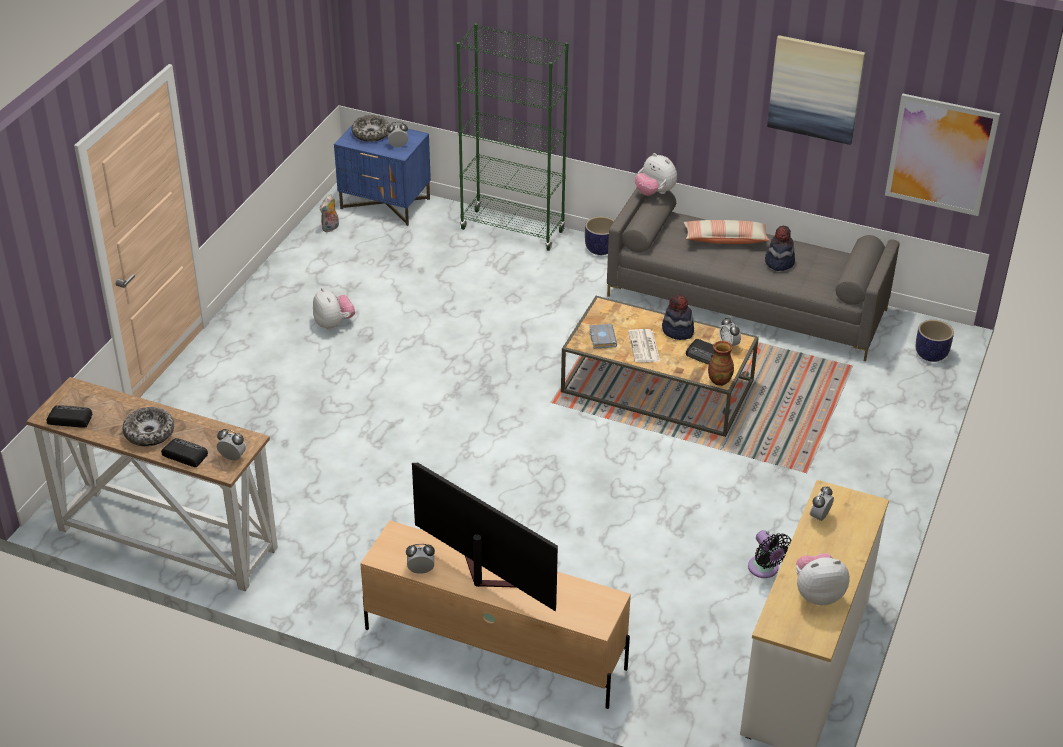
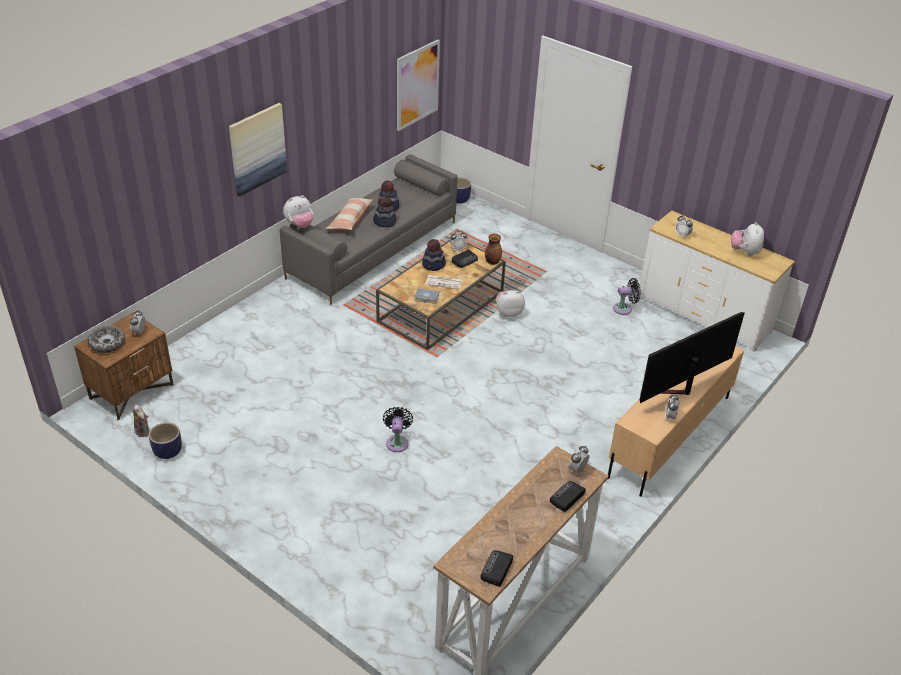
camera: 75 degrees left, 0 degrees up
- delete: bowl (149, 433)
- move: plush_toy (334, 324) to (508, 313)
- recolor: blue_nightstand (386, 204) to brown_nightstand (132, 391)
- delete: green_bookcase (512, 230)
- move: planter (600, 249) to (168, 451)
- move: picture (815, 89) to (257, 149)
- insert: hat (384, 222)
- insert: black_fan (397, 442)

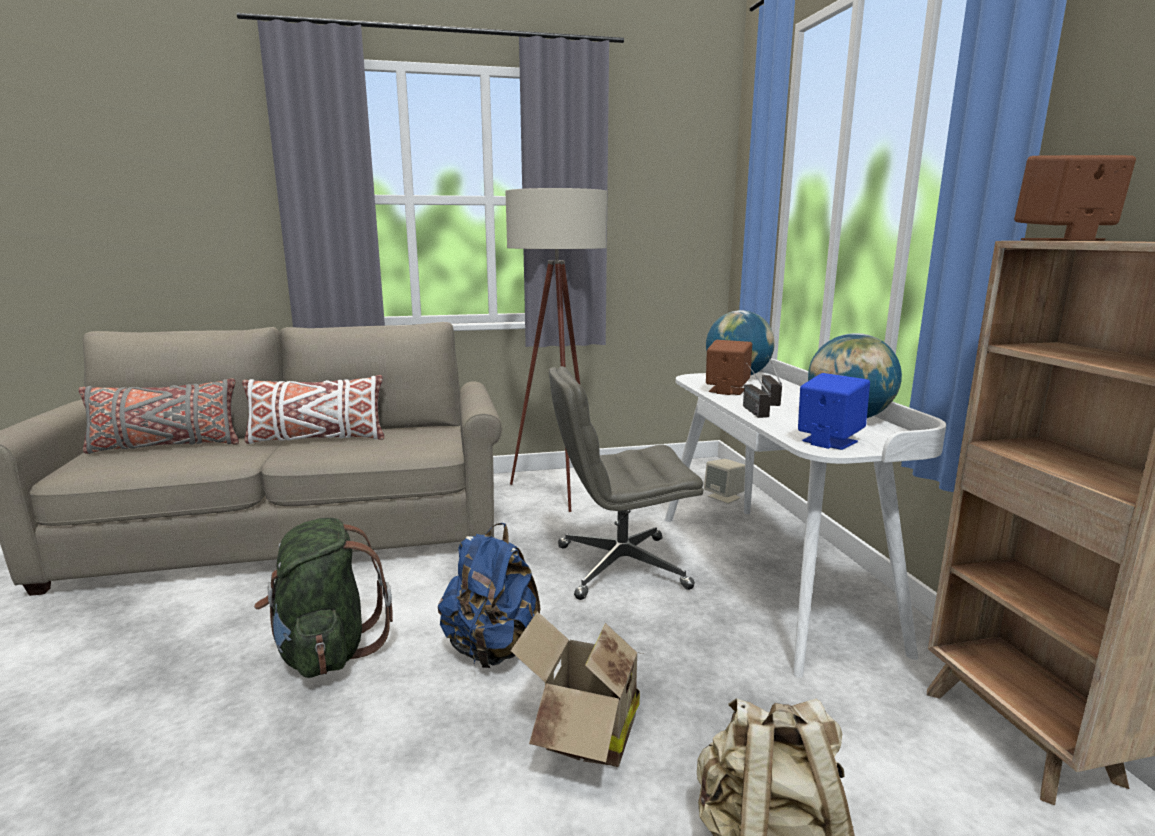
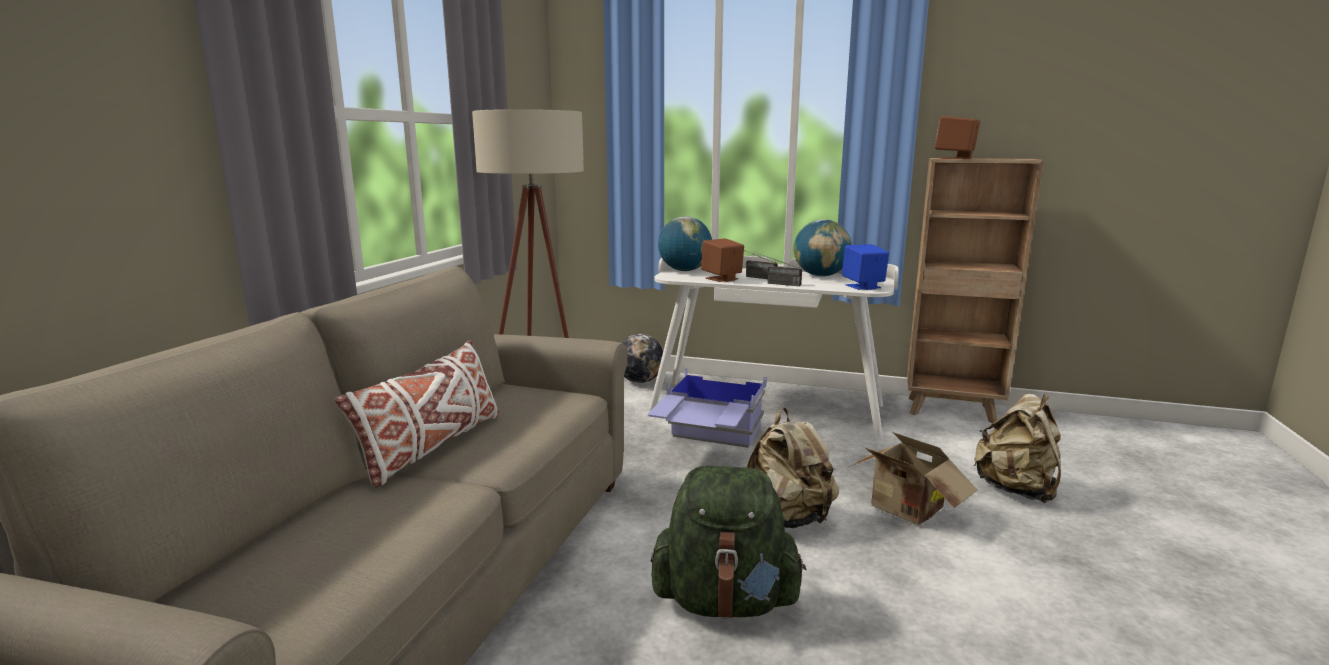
camera: 60 degrees left, 0 degrees up
- delete: grey_pillow (165, 446)
- recolor: blue_backpack (493, 650) to beige_backpack (785, 520)
- replace: grey_office_chair (619, 567) to blue_storage_box (707, 444)
- replace: beige_speaker (724, 497) to globe (640, 381)

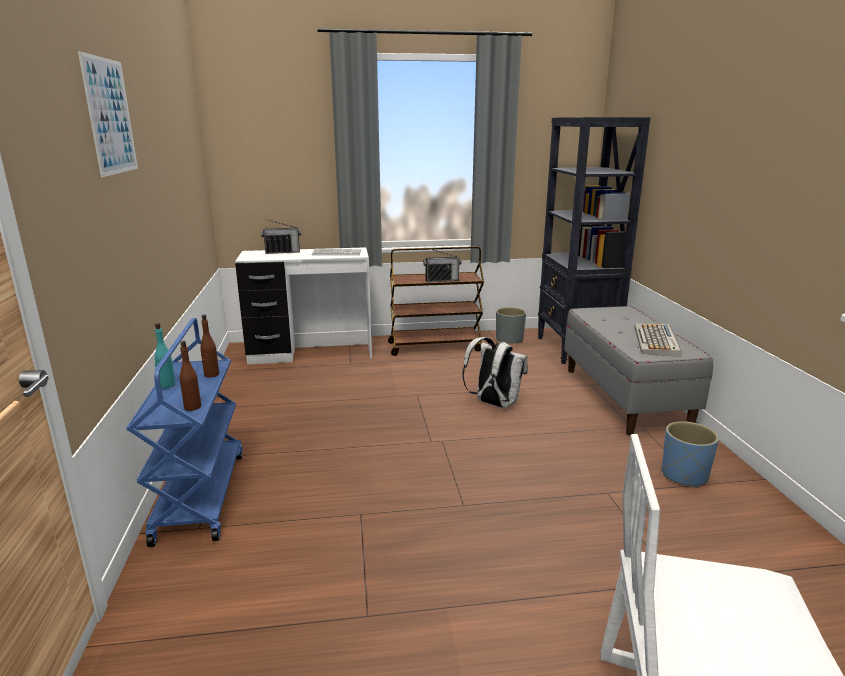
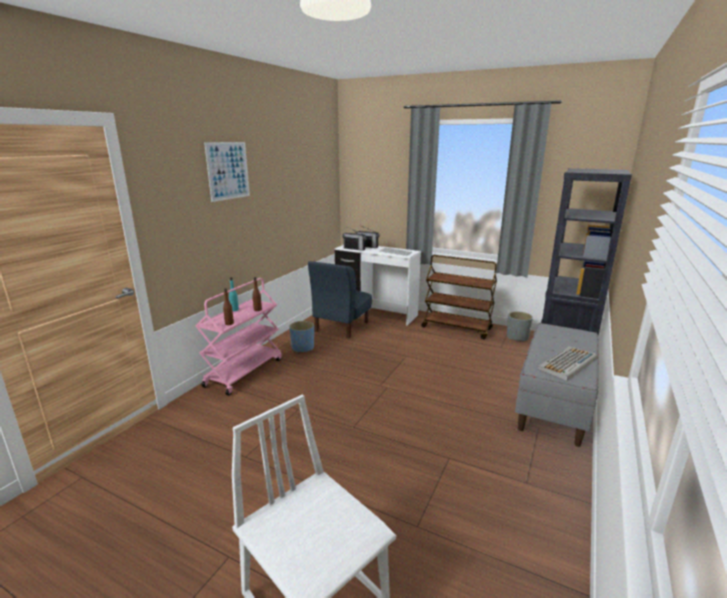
camera: 35 degrees right, 0 degrees up
- recolor: blue_cart (200, 495) to pink_cart (244, 372)
- move: radio (442, 280) to (354, 249)
- delete: white_backpack (494, 404)
- move: blue_planter (684, 476) to (302, 348)
- insert: blue_chair (341, 327)

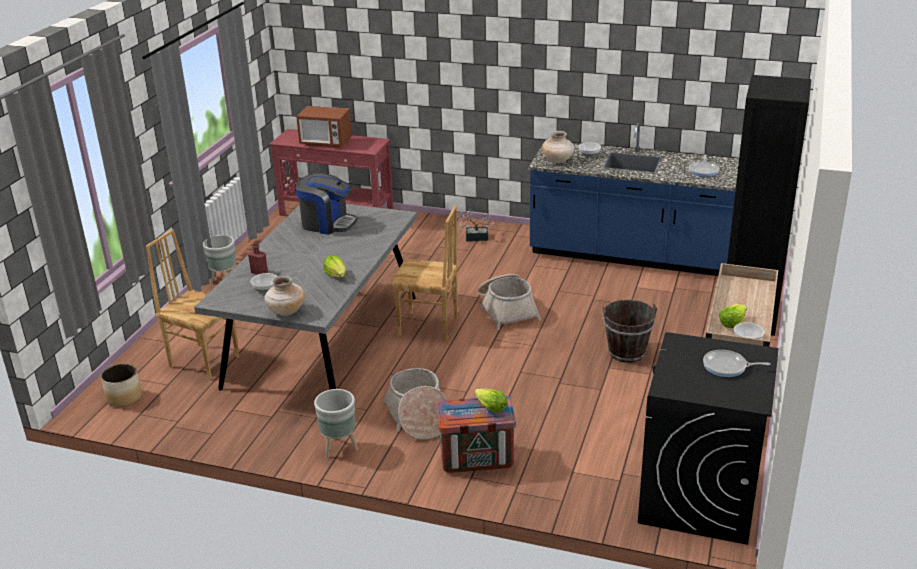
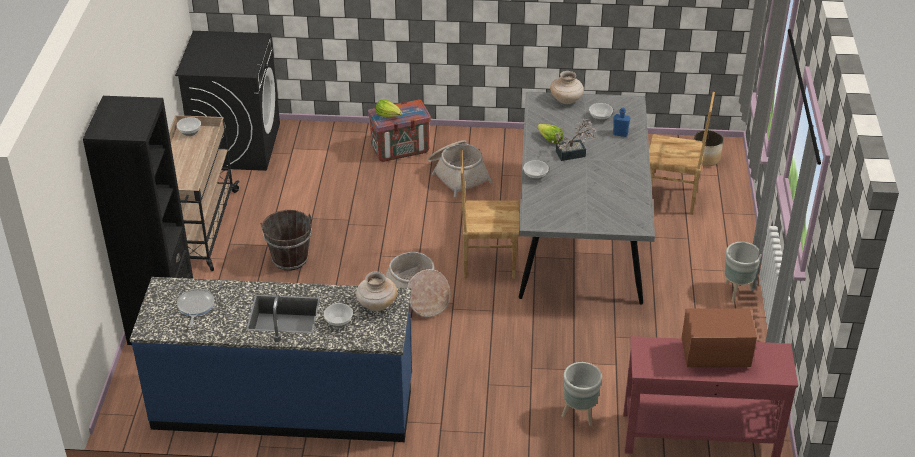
camera: 165 degrees right, 10 degrees up
- recolor: red_bottle (259, 272) to blue_bottle (620, 134)
- delete: coffee_machine (327, 223)
- move: grey_planter (339, 448) to (579, 415)
- move: potted_plant (473, 237) to (574, 153)
- delete: frying_pan (727, 367)
- delete: lettuce (732, 323)
- insert: bowl (535, 176)

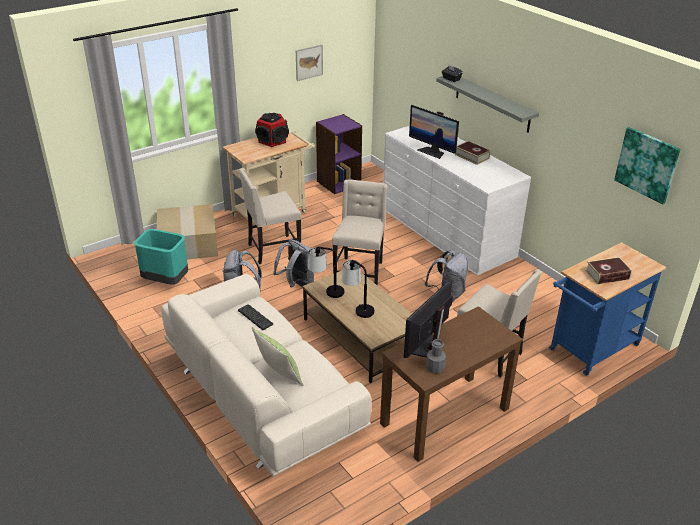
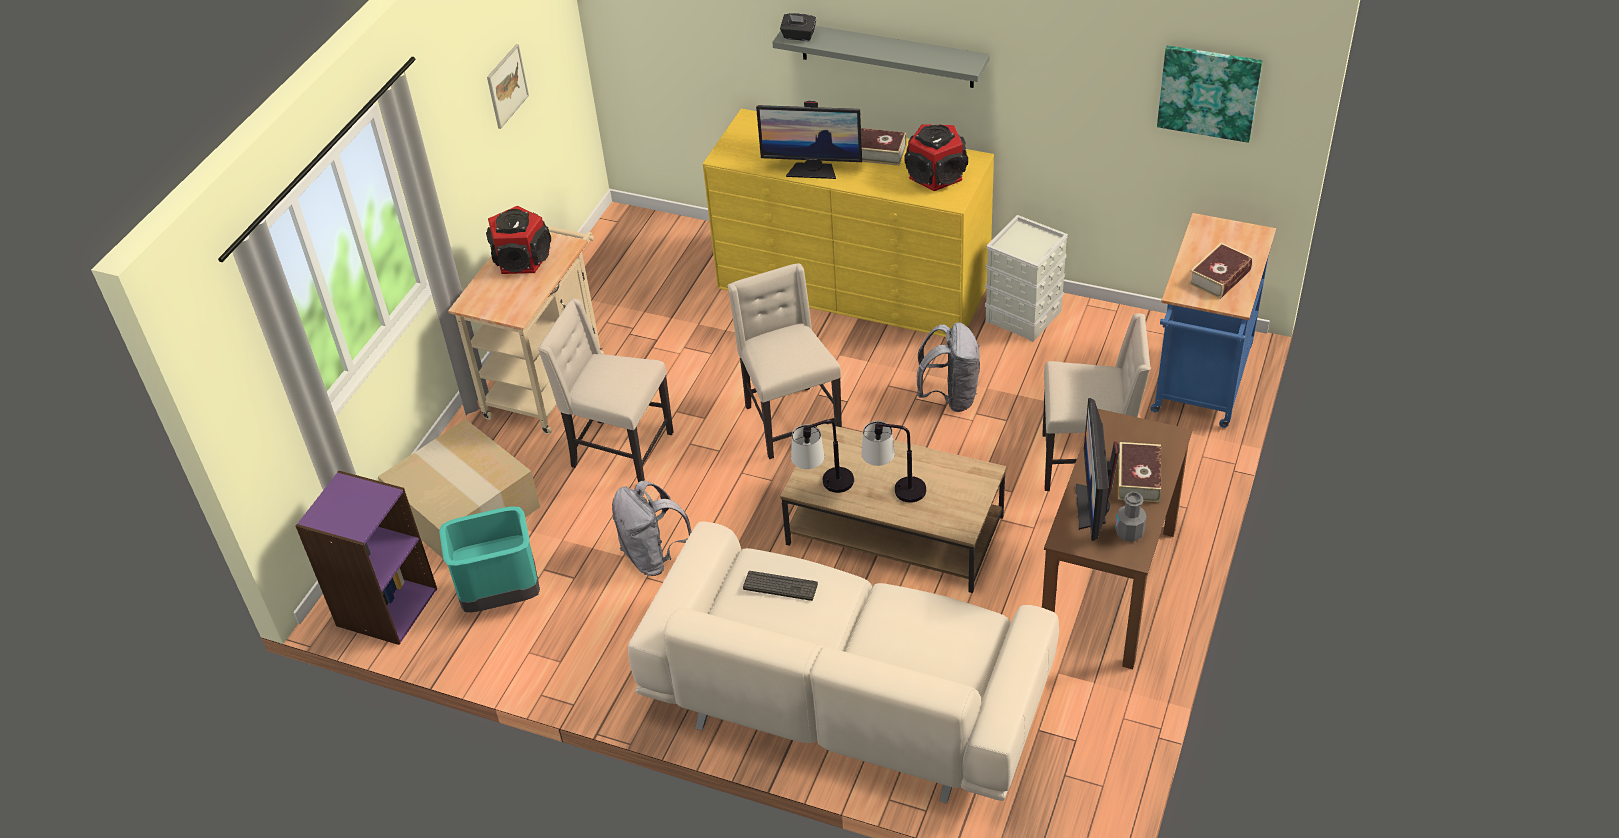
camera: 30 degrees left, 10 degrees up
- rotate: beige_chair (273, 250) = (619, 451) 75 degrees clockwise
- delete: pillow (279, 375)
- delete: grey_backpack (297, 284)
- move: purple_bookcase (338, 183) to (386, 606)
- recolor: white_dresser (446, 232) to yellow_dresser (853, 284)
- insert: speaker (937, 175)
- insert: grey_storage_box (1024, 316)
- insert: book (1139, 478)

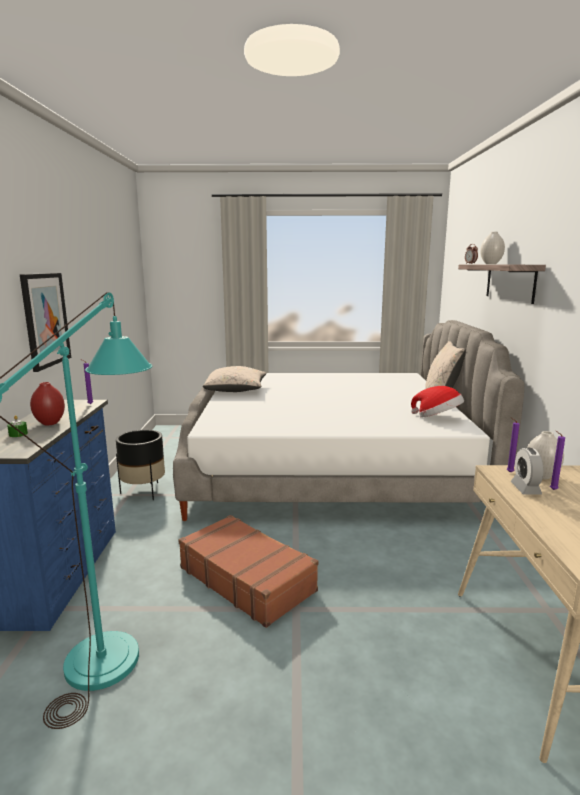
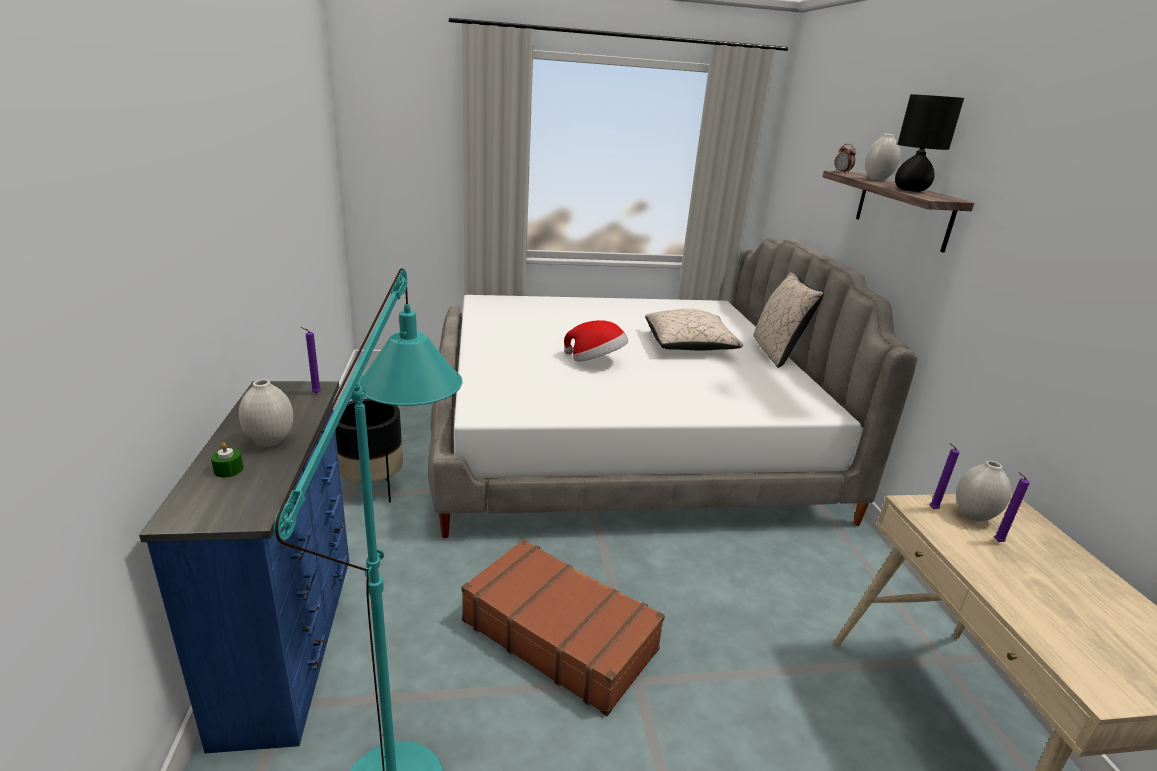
camera: 10 degrees left, 10 degrees up
- delete: picture (45, 320)
- recolor: red_vase (50, 423) to white_vase (271, 441)
- move: beige_pillow (236, 390) to (689, 345)
- move: hat (437, 418) to (596, 361)
- delete: alarm_clock (525, 489)
- insert: black_table_lamp (910, 190)

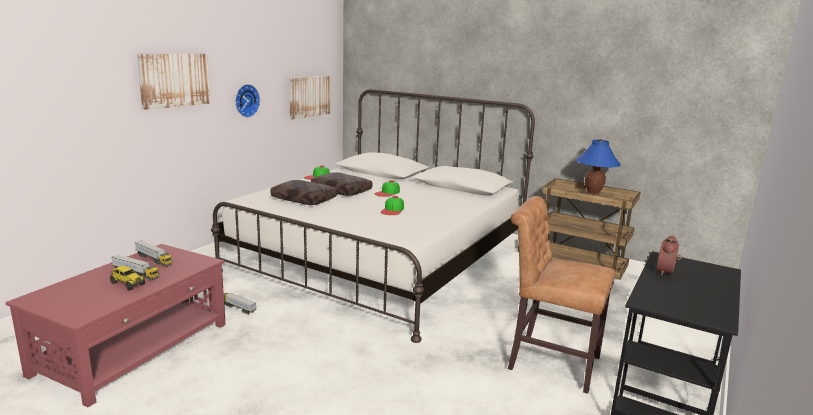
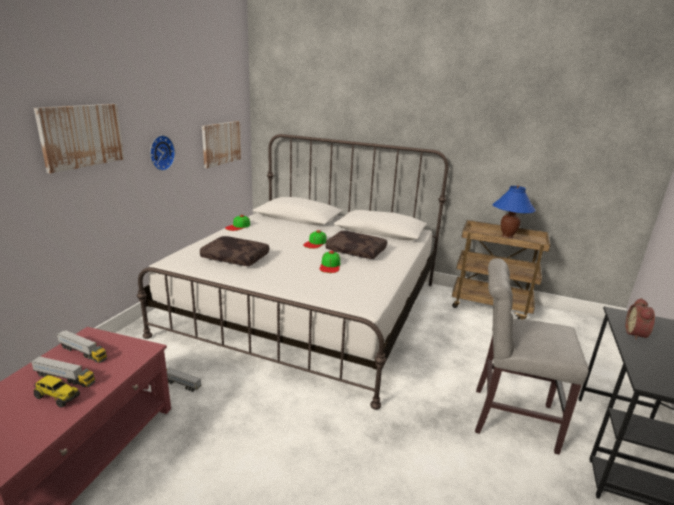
camera: 10 degrees left, 5 degrees up
- move: brown_pillow (342, 190) to (356, 251)
- recolor: brown_chair (548, 362) to grey_chair (508, 417)

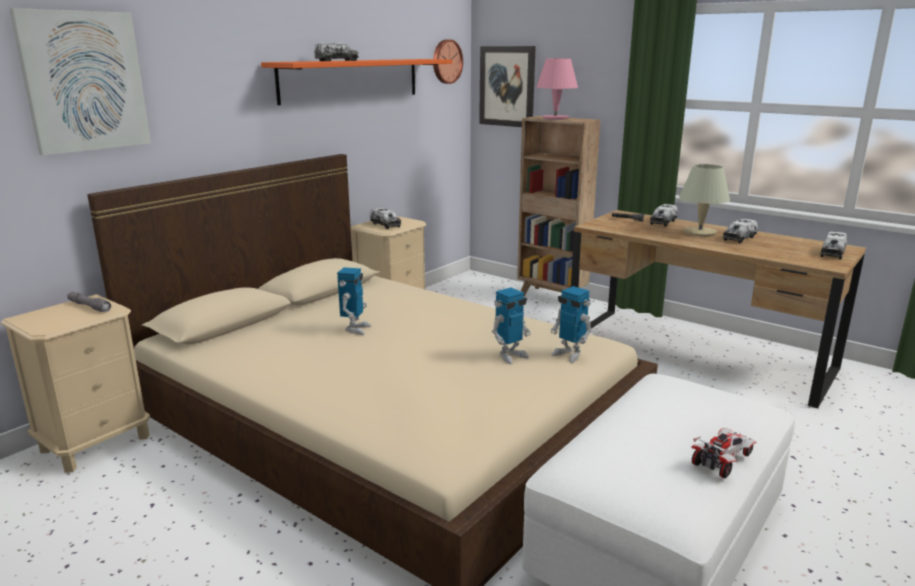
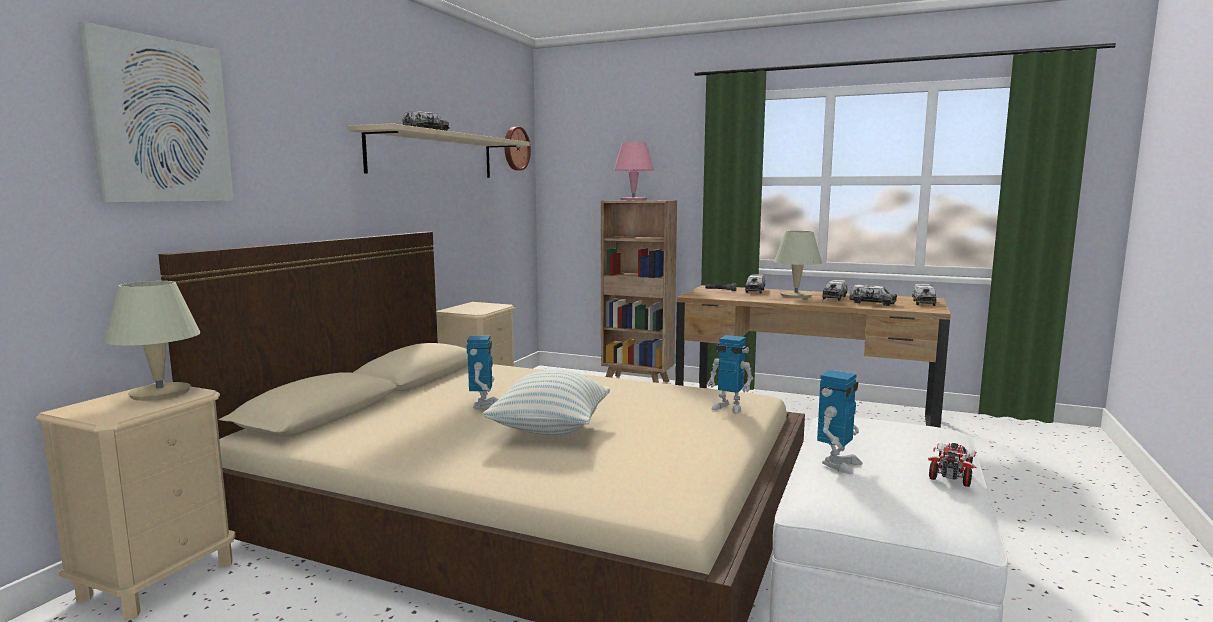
camera: 15 degrees left, 10 degrees down
- replace: grey_flashlight (89, 306) to beige_table_lamp (160, 393)
- recolor: orange_shelf (351, 80) to beige_shelf (433, 155)
- move: toy_truck (385, 225) to (872, 303)
- delete: picture (507, 86)
- move: toy_robot (510, 356) to (838, 464)
- insert: pillow (550, 430)

